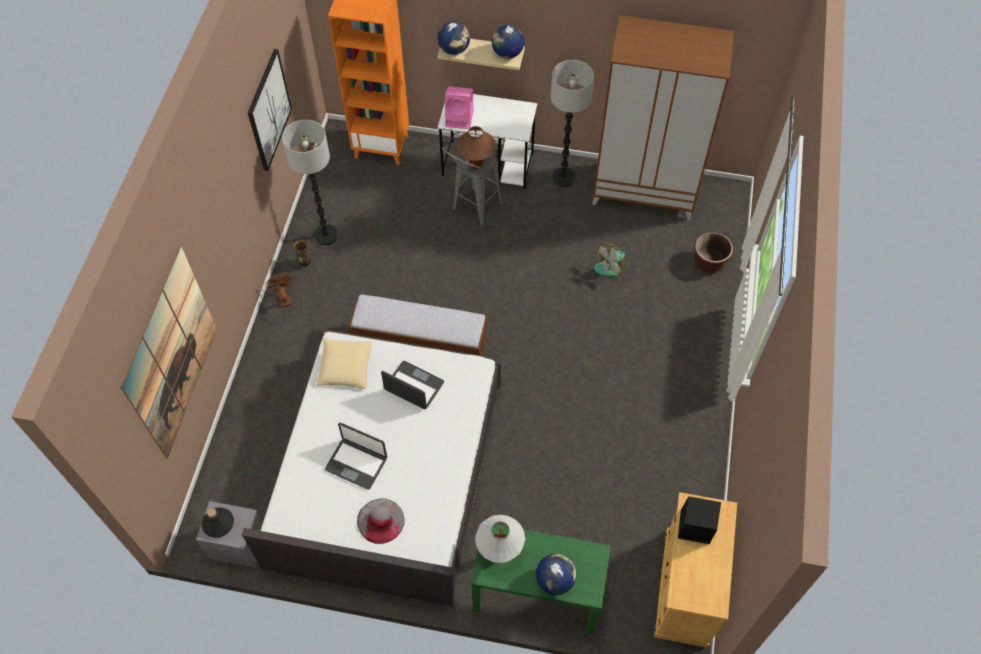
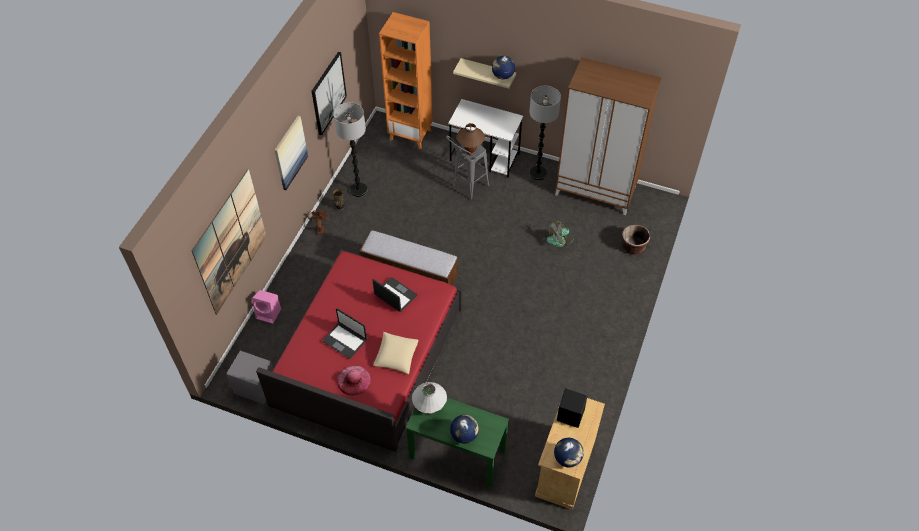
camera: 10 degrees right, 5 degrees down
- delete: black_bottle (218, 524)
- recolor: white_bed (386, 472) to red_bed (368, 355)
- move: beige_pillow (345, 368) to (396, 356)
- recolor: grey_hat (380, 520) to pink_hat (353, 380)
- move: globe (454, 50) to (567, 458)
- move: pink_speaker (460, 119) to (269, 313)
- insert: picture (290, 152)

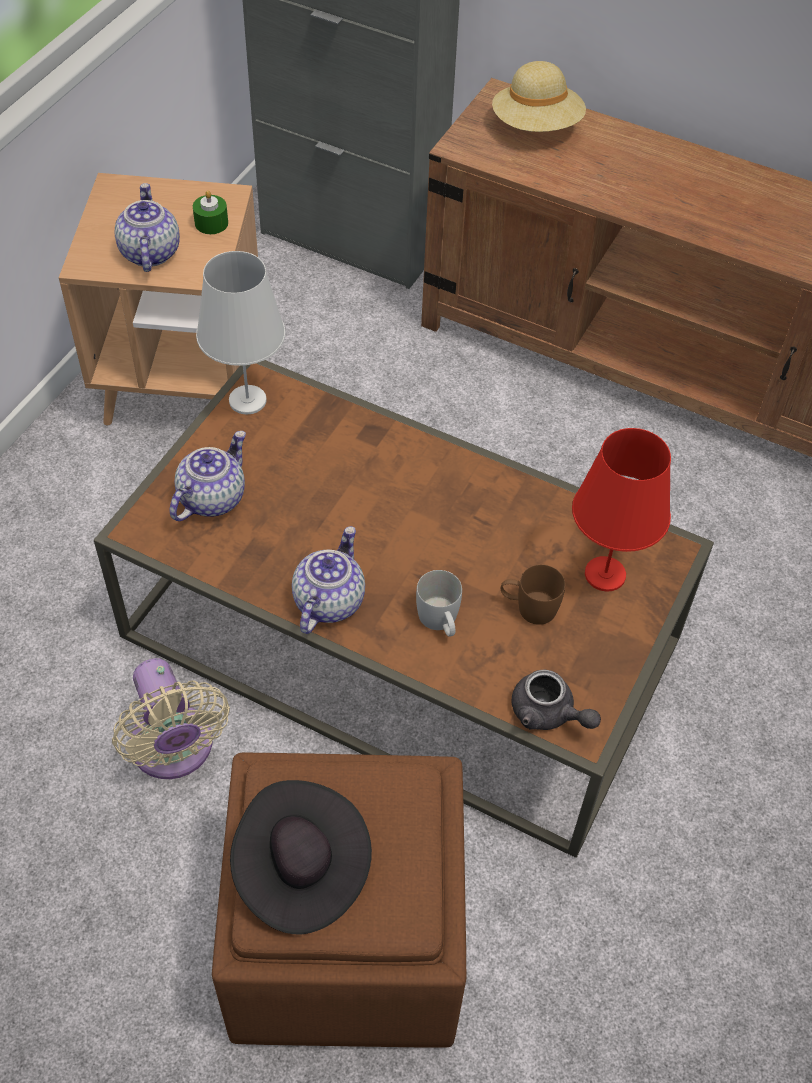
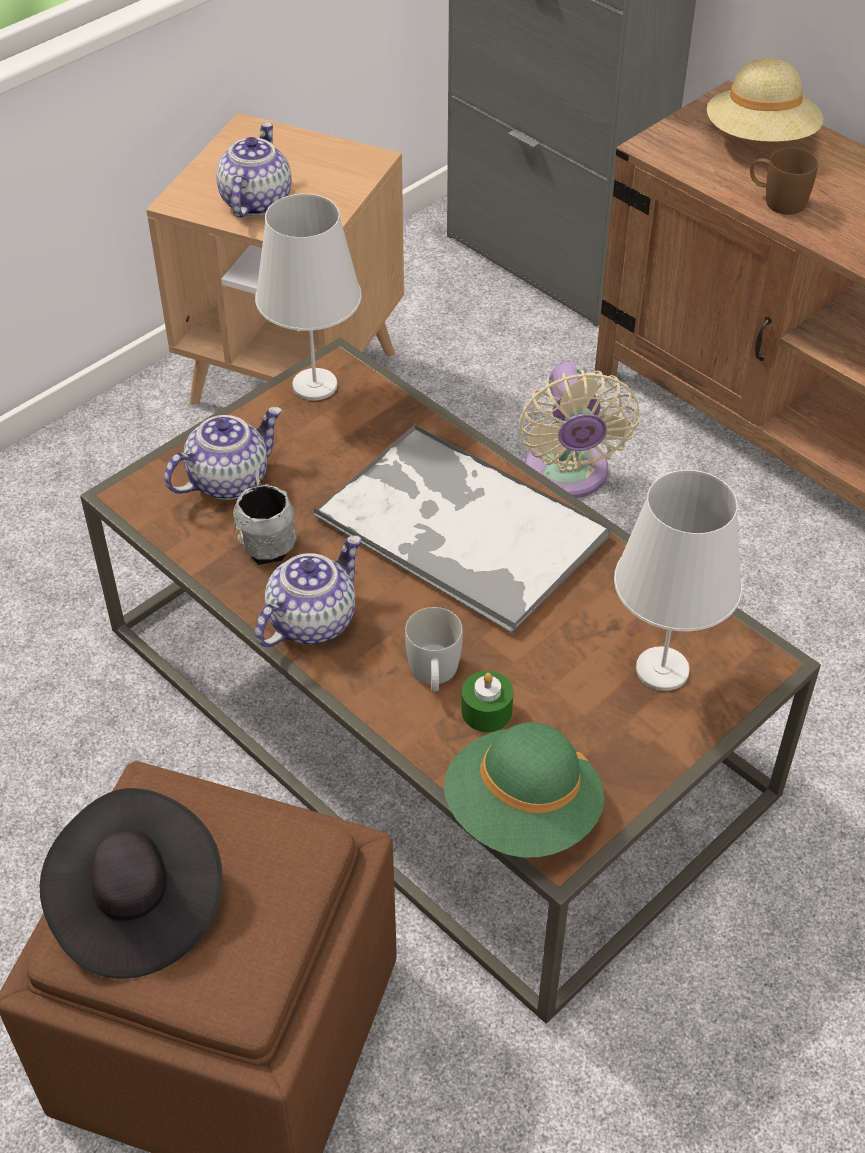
camera: 20 degrees right, 5 degrees down
- move: beige_fan (174, 750) to (567, 476)
- move: green_candle (211, 223) to (486, 711)
- move: brown_mug (528, 607) to (776, 201)
- replace: grey_teapot (548, 714) to green_hat (522, 813)
- recolor: red_table_lamp (604, 574) to white_table_lamp (662, 669)
- insert: grey_mug (267, 540)
- insert: tray (458, 526)

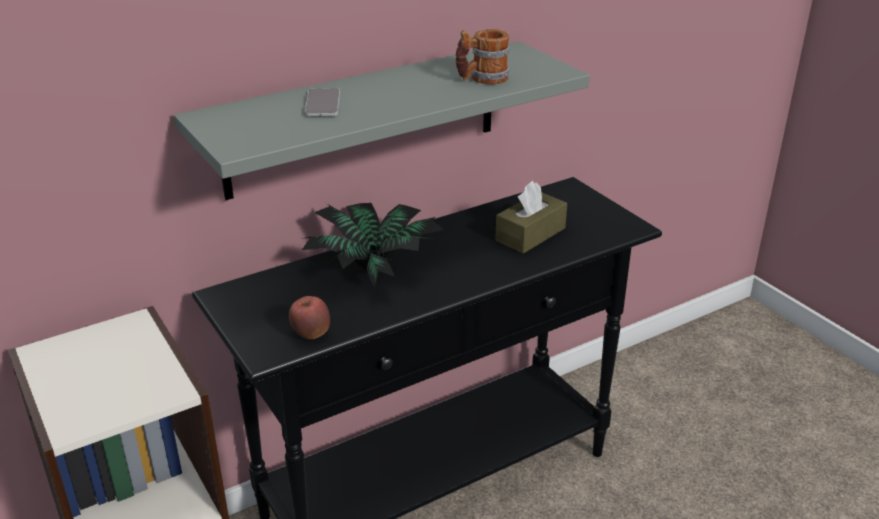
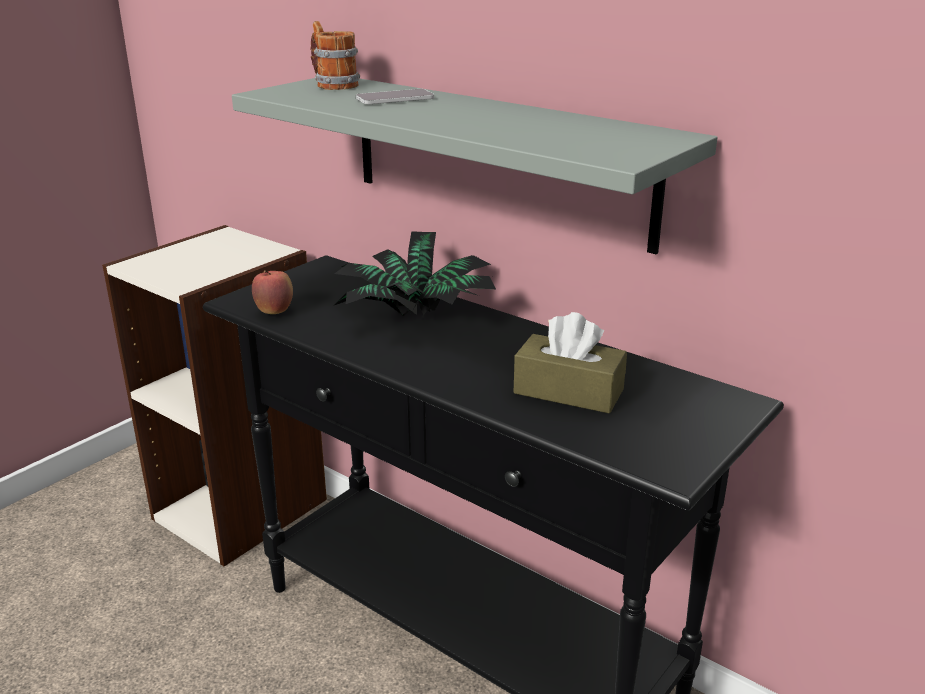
camera: 70 degrees right, 5 degrees down
- move: mug (482, 79) to (332, 84)

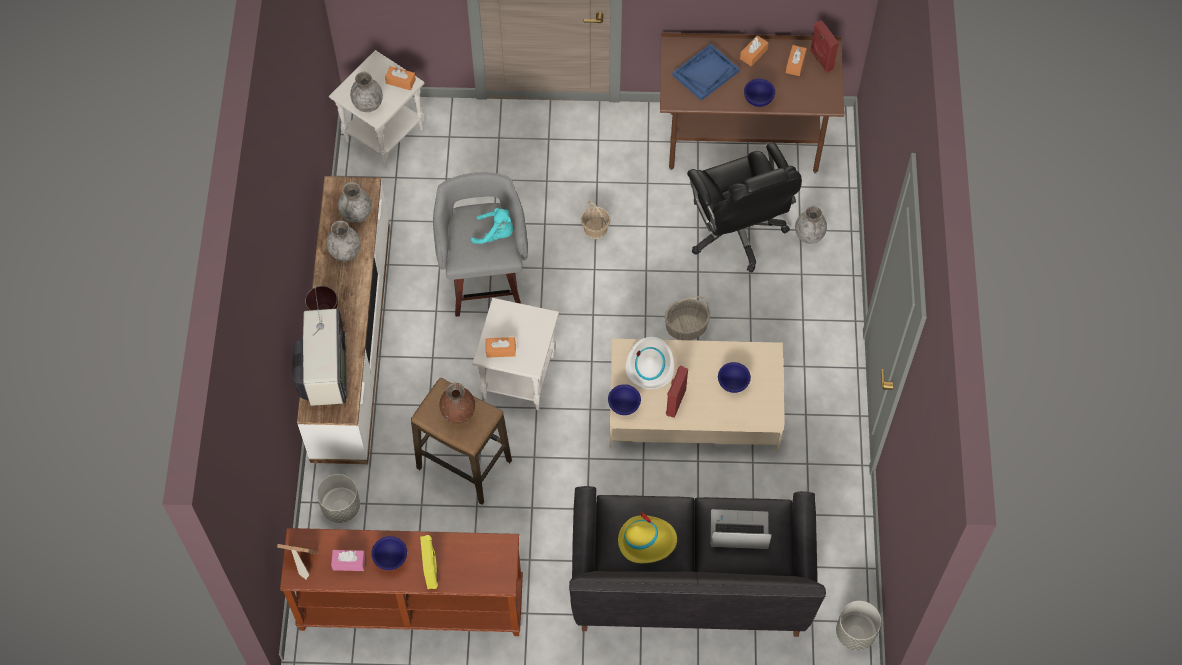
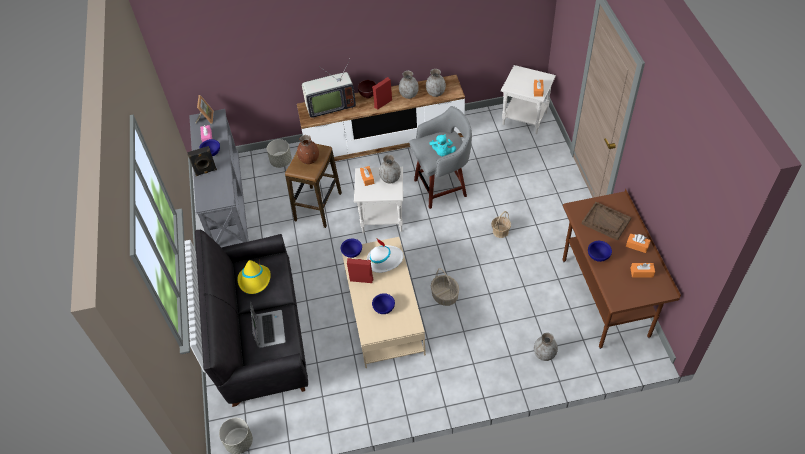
camera: 80 degrees right, 10 degrees down
- recolor: brown_console_table (410, 606) to grey_console_table (227, 205)
- move: grey_vase (368, 104) to (390, 179)
- recolor: yellow_speaker (431, 571) to black_speaker (206, 172)
- recolor: blue_tray (705, 73) to brown_tray (606, 221)
- delete: black_office_chair (737, 231)
- move: red_speaker (820, 60) to (382, 103)

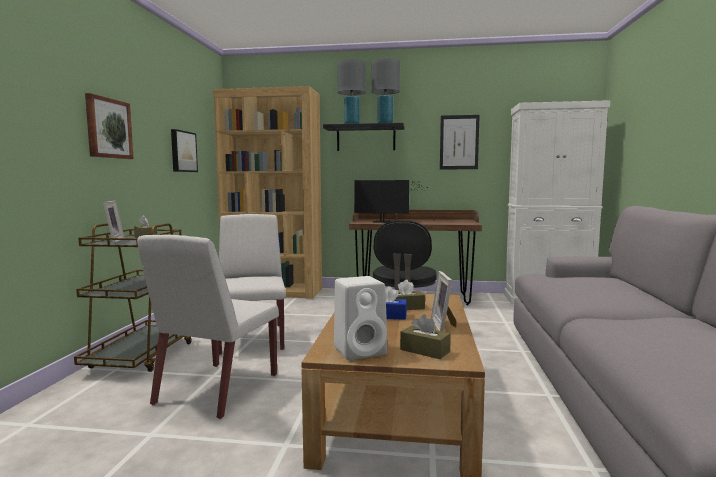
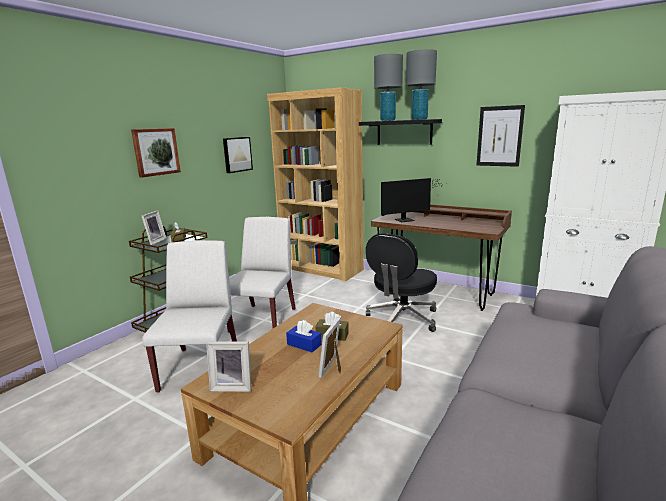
camera: 25 degrees right, 10 degrees up
- rotate: white_chair (216, 390) = (201, 368) 135 degrees clockwise
- replace: white_speaker (361, 350) to picture_frame (232, 386)
- rotate: monitor (384, 222) = (407, 220) 60 degrees counterclockwise
- delete: brown_tissue_box (425, 350)

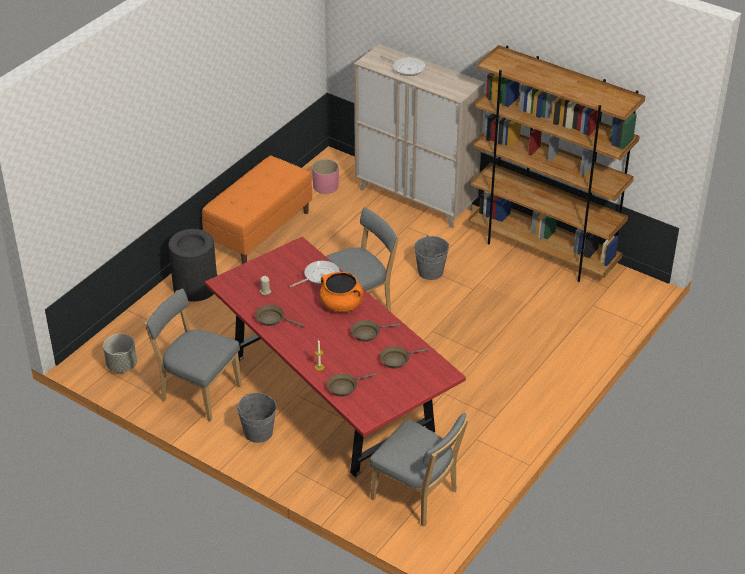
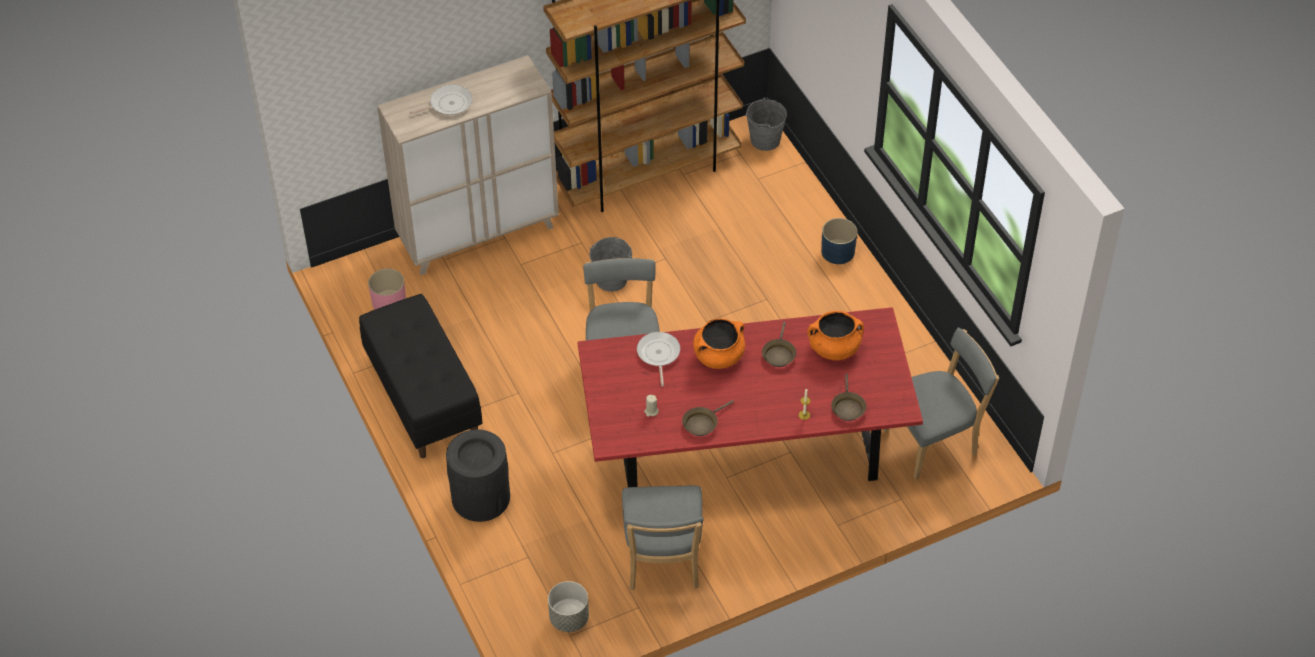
camera: 60 degrees left, 10 degrees up
- rotate: grey_chair (198, 392) = (662, 563) 60 degrees counterclockwise
- recolor: orange_bench (259, 230) to black_bench (422, 397)
- move: grey_bucket (258, 432) to (765, 140)
- replace: brown_frying_pan (397, 359) to orange_cooking_pot (834, 348)
- insert: blue_planter (838, 251)

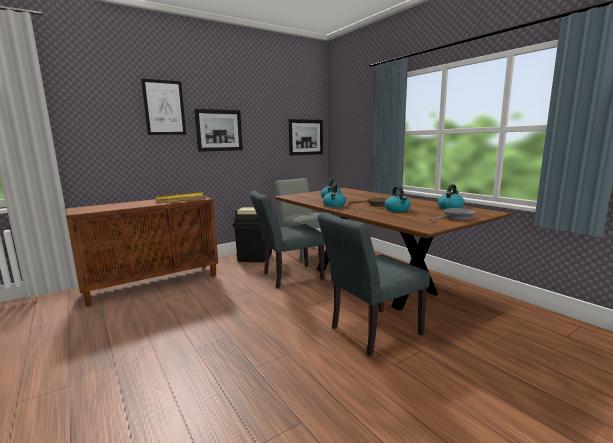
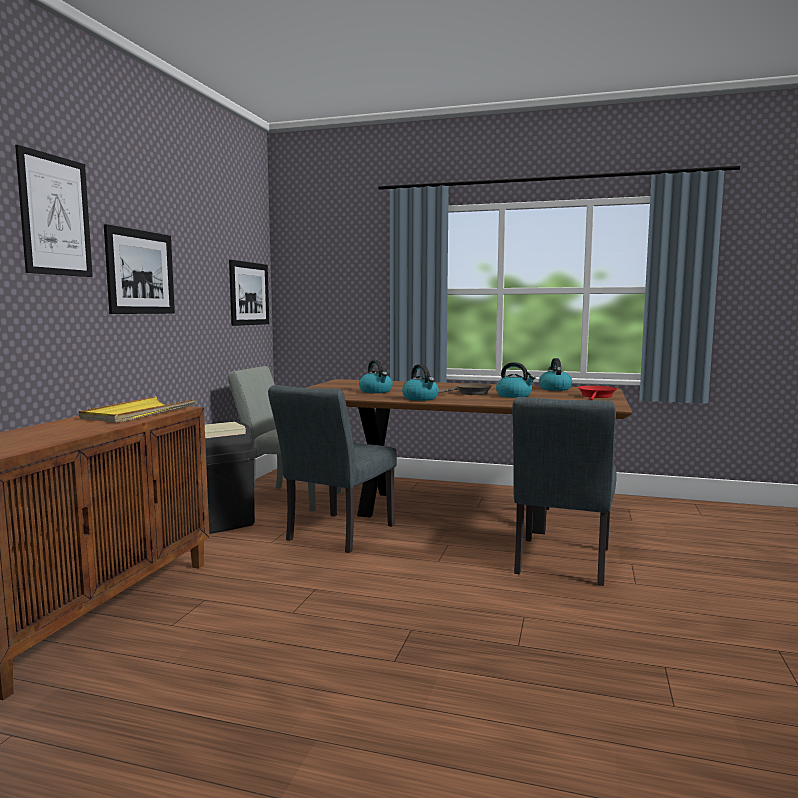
camera: 40 degrees left, 5 degrees down
- recolor: grey_frying_pan (456, 217) to red_frying_pan (596, 396)

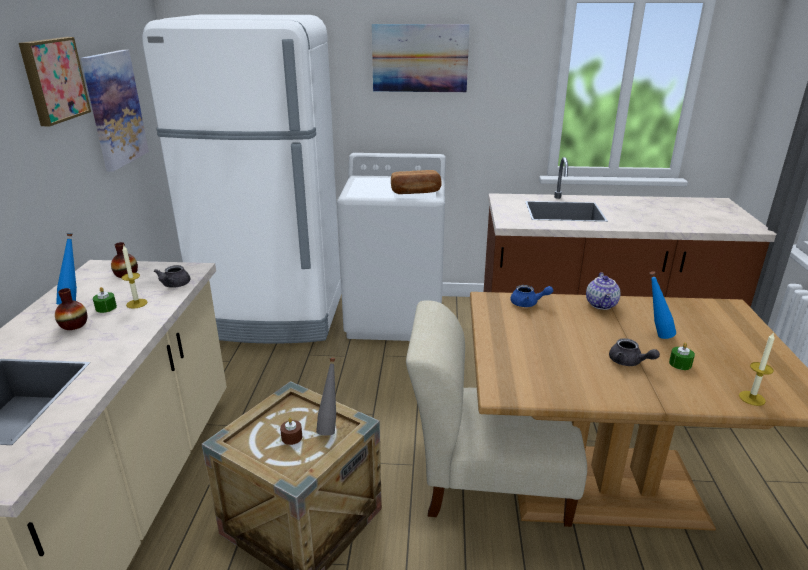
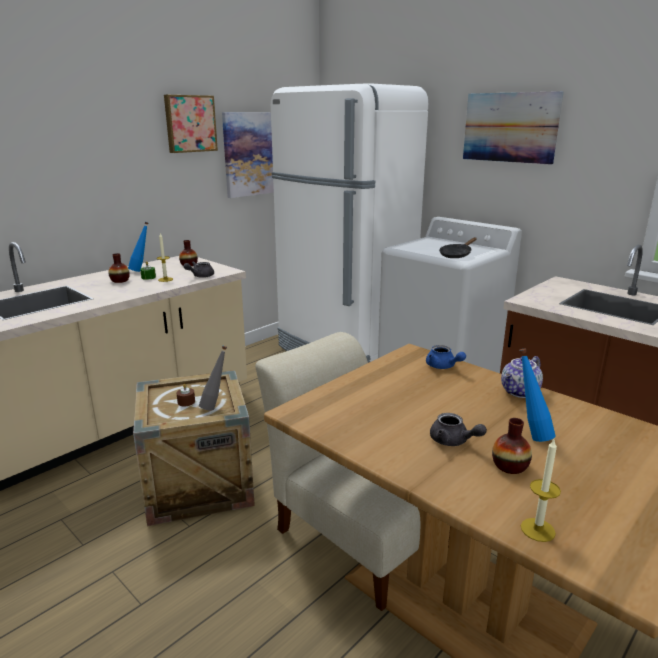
camera: 40 degrees right, 5 degrees down
- replace: bread (415, 192) to black_frying_pan (456, 255)
- rotate: grey_teapot (629, 362) = (453, 441) 45 degrees counterclockwise
- replace: green_candle (680, 364) to vase (509, 466)

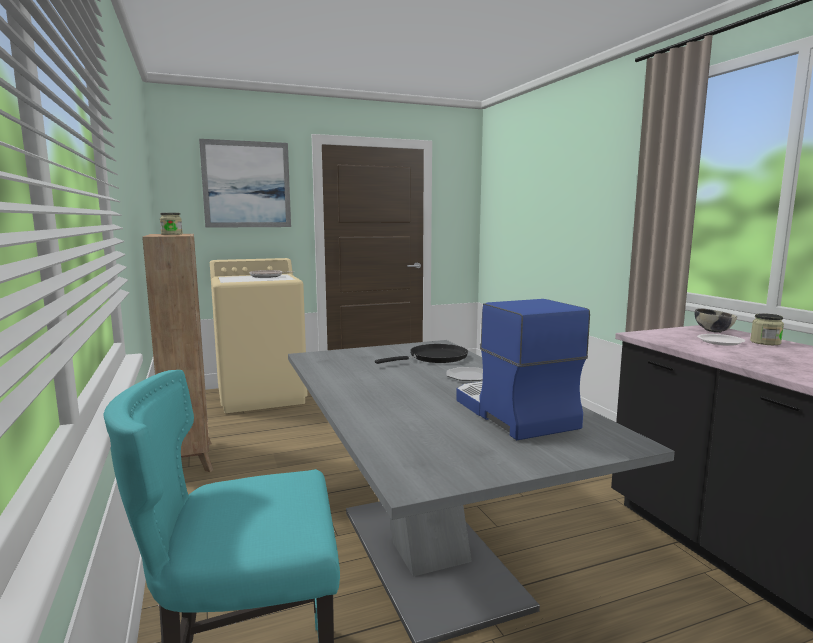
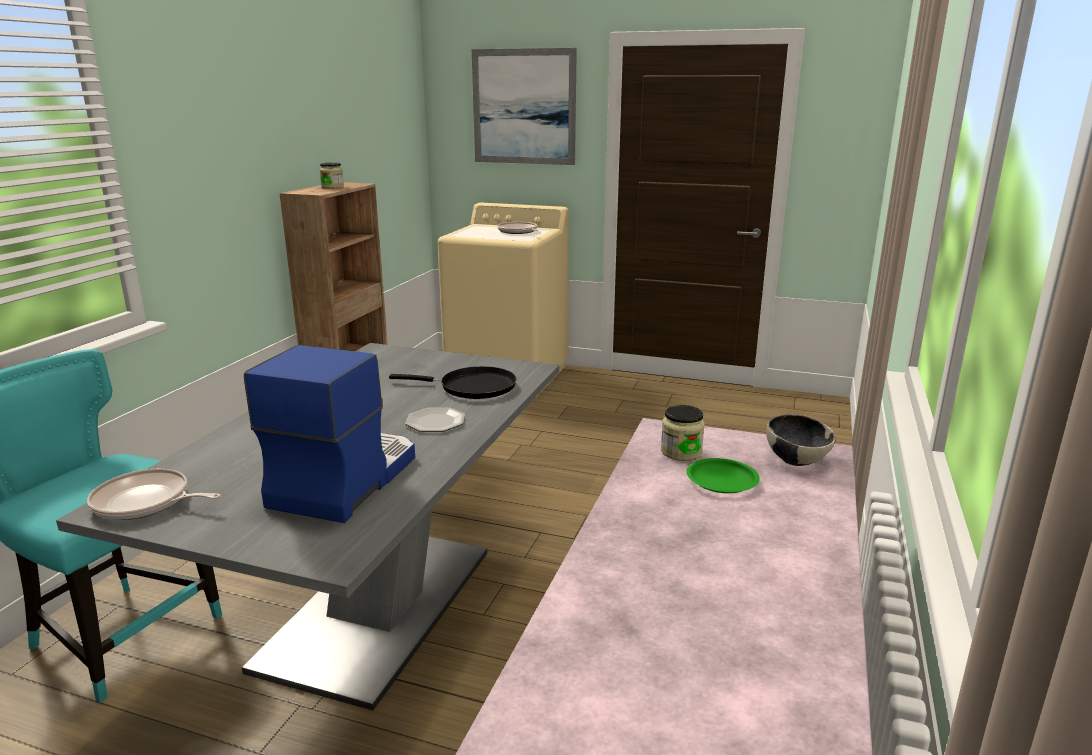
camera: 40 degrees right, 10 degrees up
- recolor: white_plate (720, 342) to green_plate (721, 481)
- move: jar (765, 342) to (681, 452)
- insert: frying_pan (145, 502)

